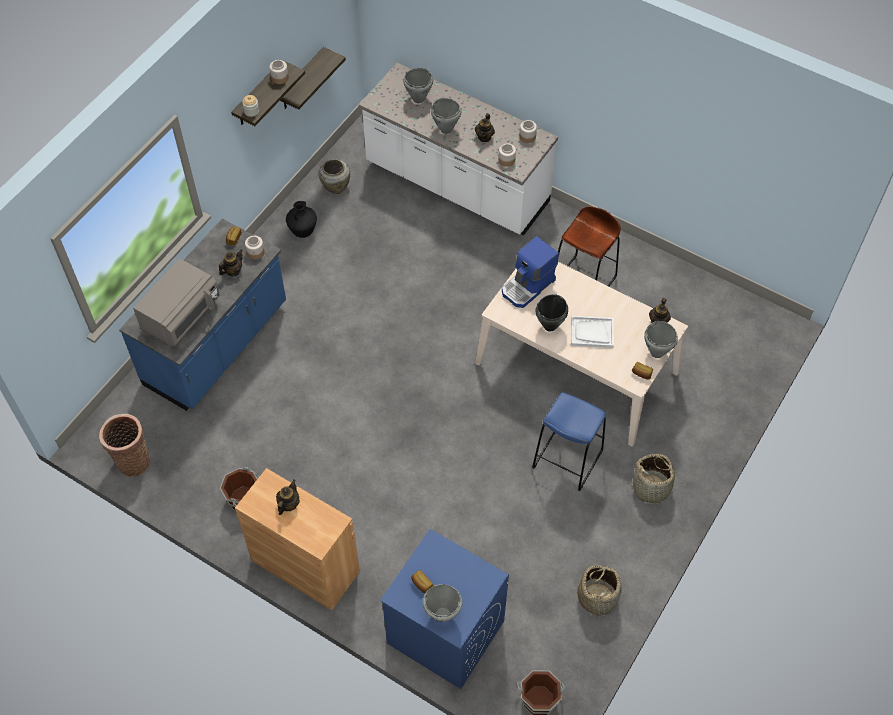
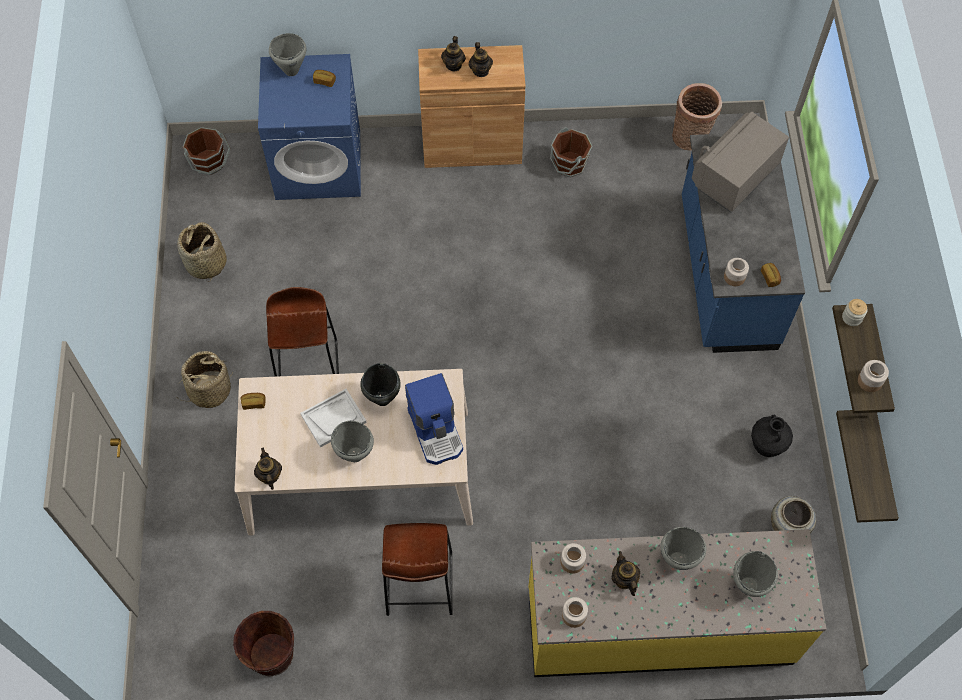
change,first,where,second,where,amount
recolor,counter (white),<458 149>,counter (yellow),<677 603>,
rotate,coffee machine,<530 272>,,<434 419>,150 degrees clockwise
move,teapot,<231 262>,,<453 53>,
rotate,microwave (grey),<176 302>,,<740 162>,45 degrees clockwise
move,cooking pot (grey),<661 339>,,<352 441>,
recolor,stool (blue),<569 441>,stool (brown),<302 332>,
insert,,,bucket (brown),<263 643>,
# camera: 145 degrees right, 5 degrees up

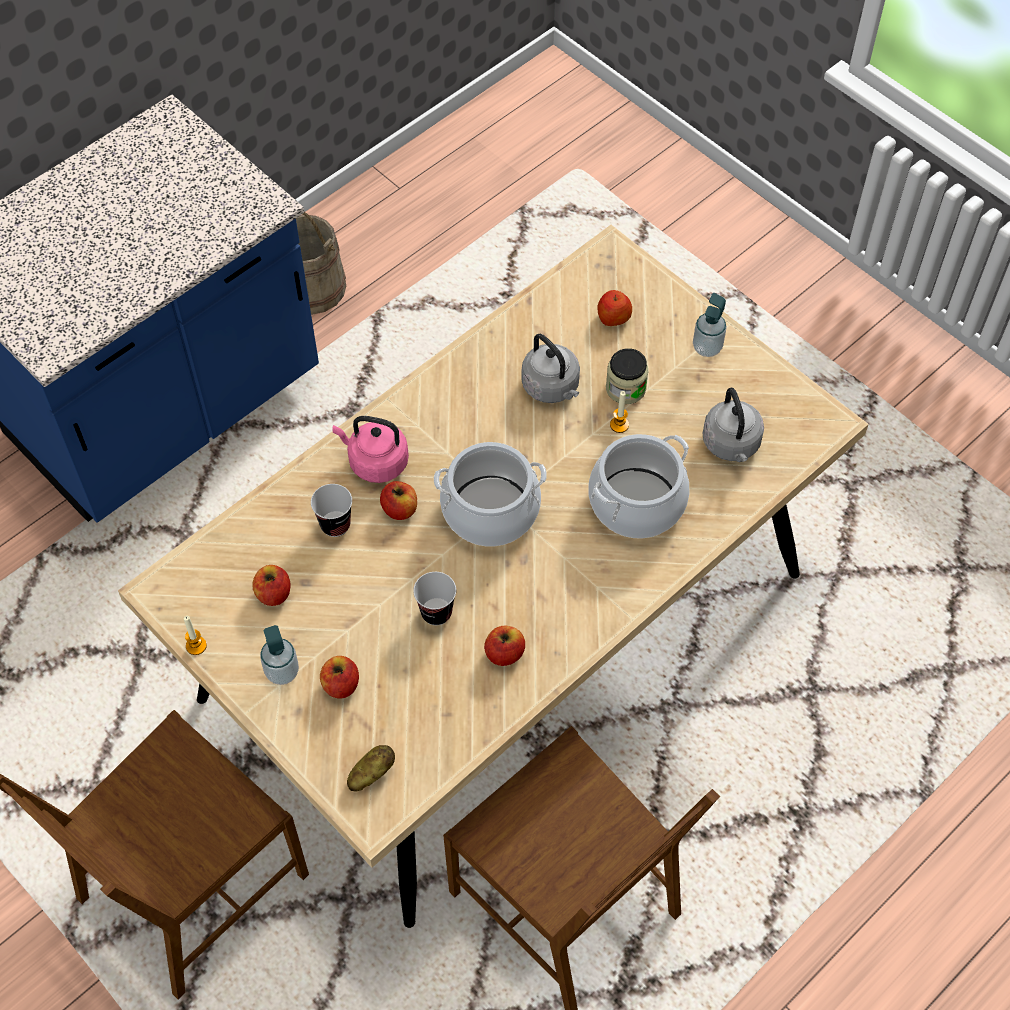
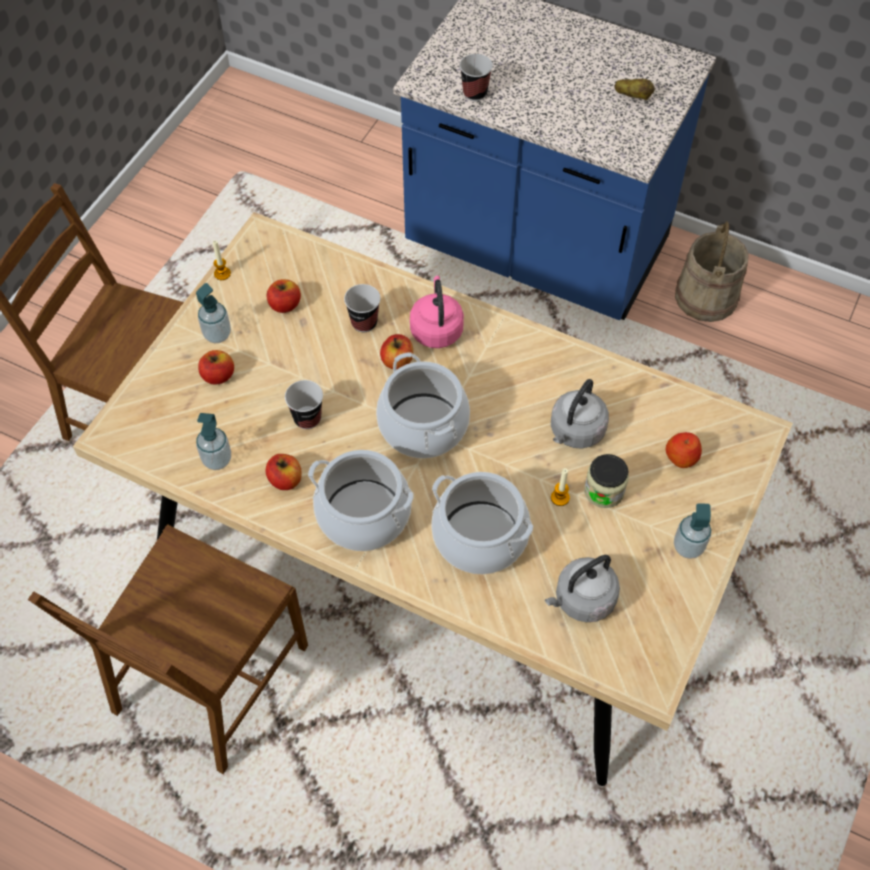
change,first,where,second,where,amount
move,potato,<371 768>,,<634 89>,
insert,,,cup,<476 77>,
insert,,,soap dispenser,<213 441>,
insert,,,cooking pot,<361 500>,
# camera: 70 degrees right, 0 degrees up

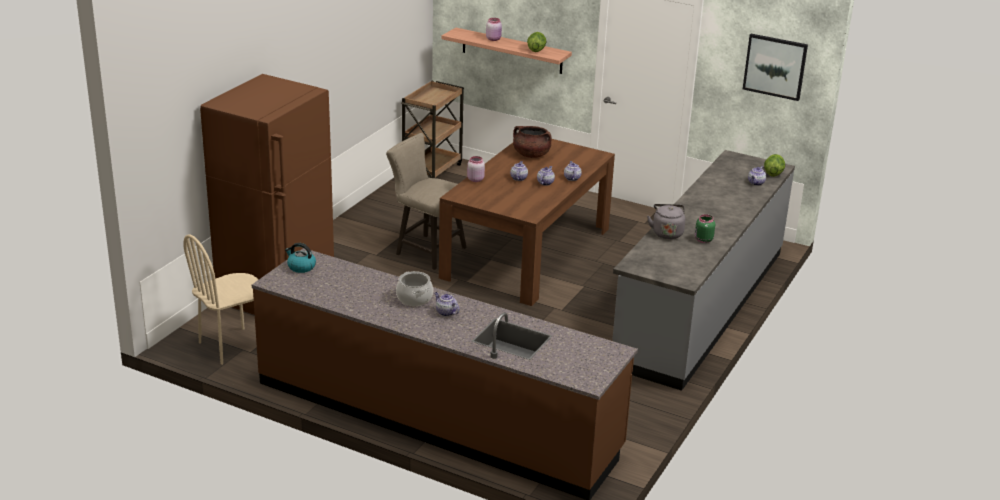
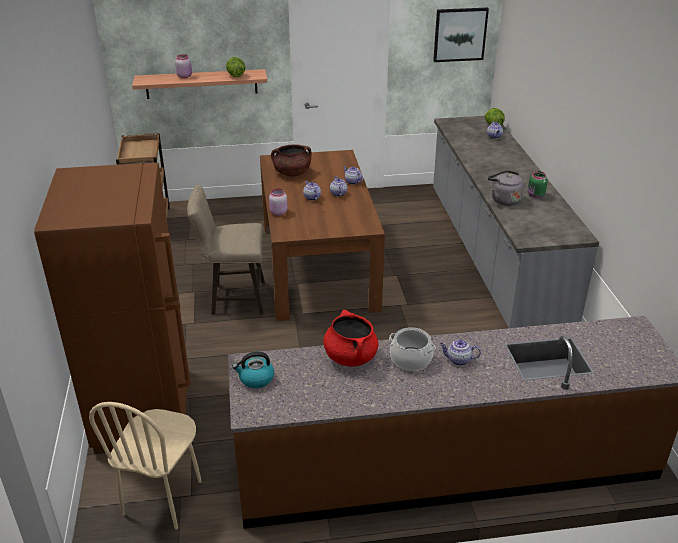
change,first,where,second,where,amount
insert,,,cooking pot (red),<350 338>,
# camera: 35 degrees left, 5 degrees up

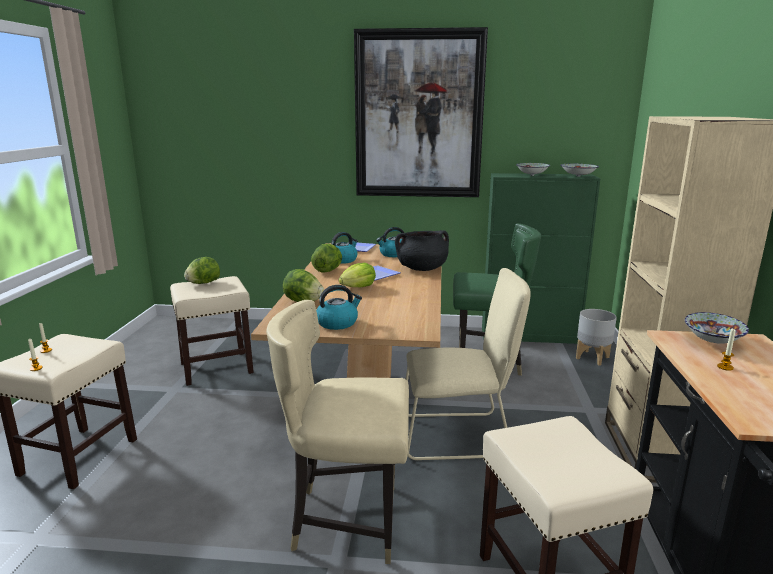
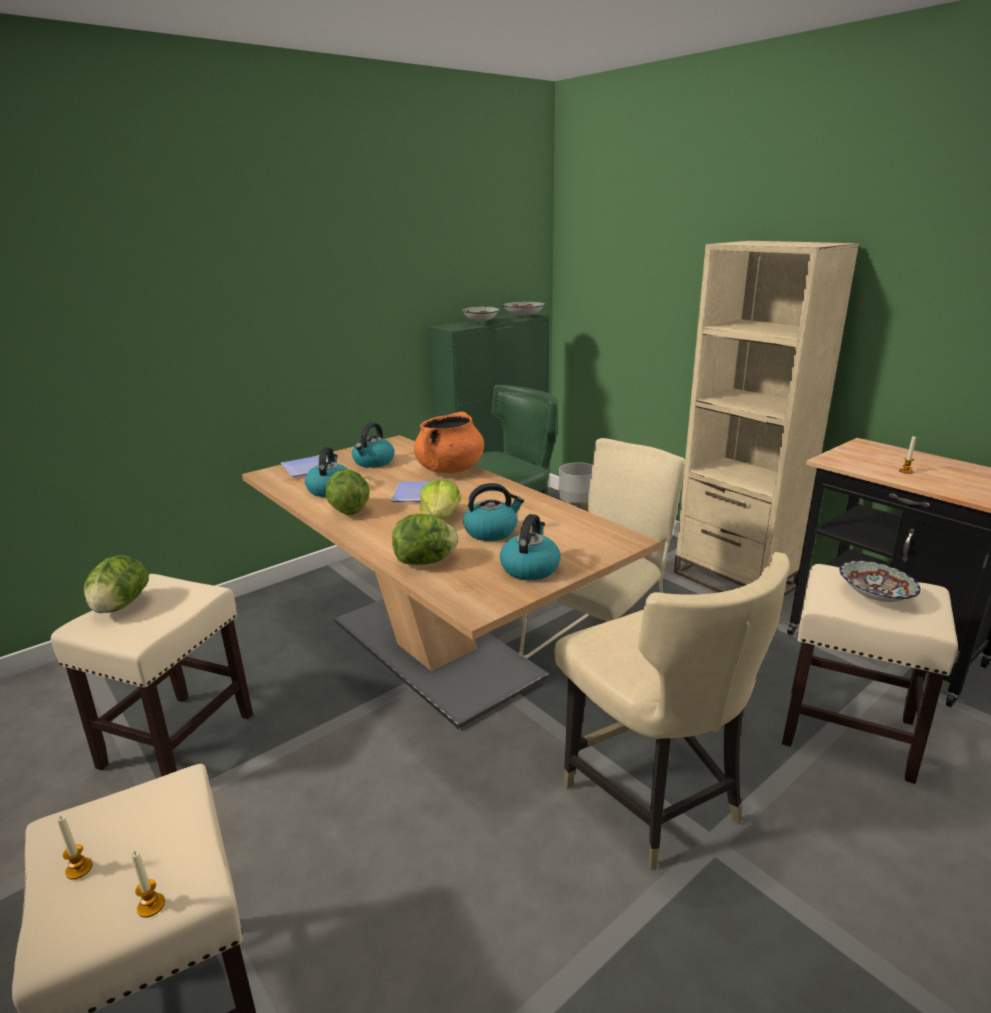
change,first,where,second,where,amount
delete,picture,<421 112>,,,
recolor,cooking pot (black),<422 250>,cooking pot (orange),<449 442>,
rotate,chair (beige),<337 432>,,<672 711>,75 degrees counterclockwise
move,bowl,<717 328>,,<880 581>,
insert,,,kettle,<493 512>,
# camera: 45 degrees left, 5 degrees up

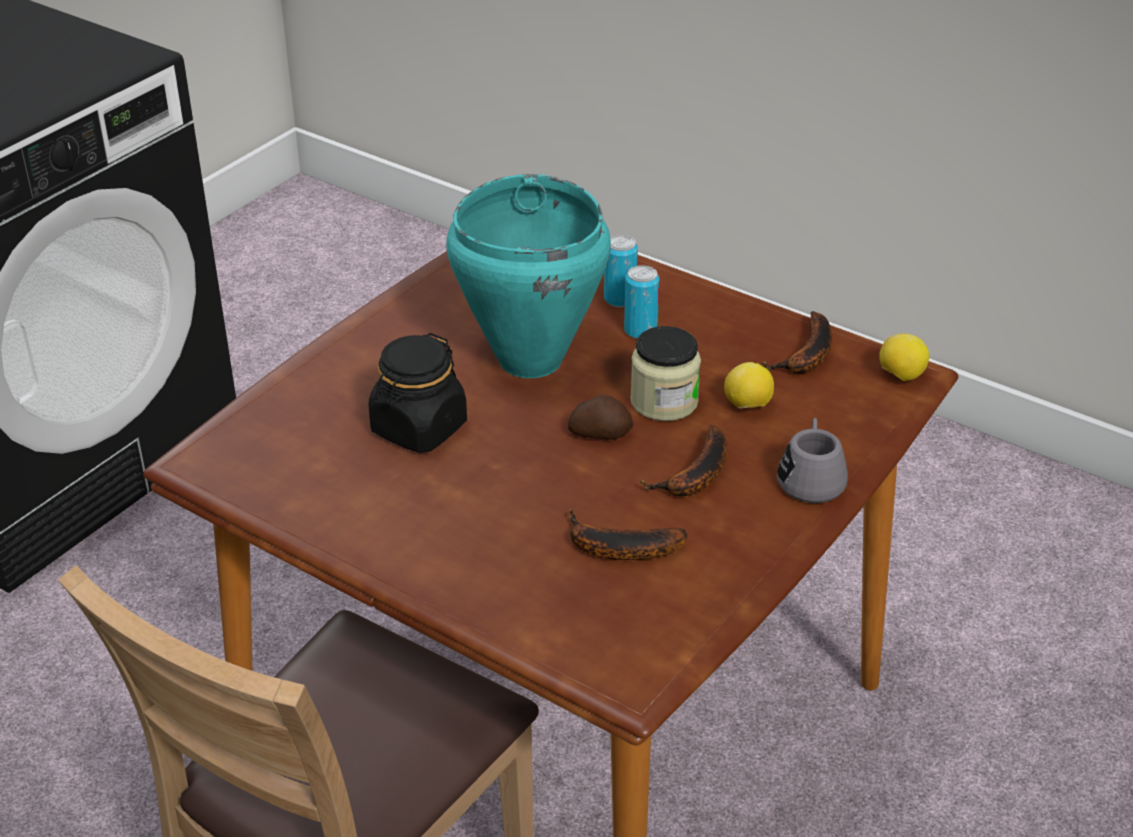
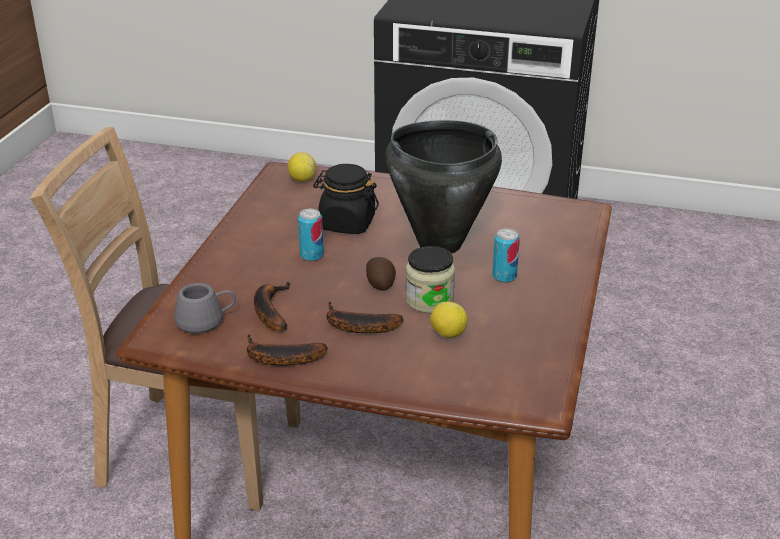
change,first,where,second,where,amount
recolor,cooking pot (turquoise),<528 276>,cooking pot (black),<443 187>,
move,can,<621 271>,,<311 235>,
move,banana,<796 342>,,<287 350>,
move,lemon,<904 357>,,<302 167>,
move,mug (grey),<812 460>,,<205 308>,
# camera: 70 degrees right, 5 degrees down

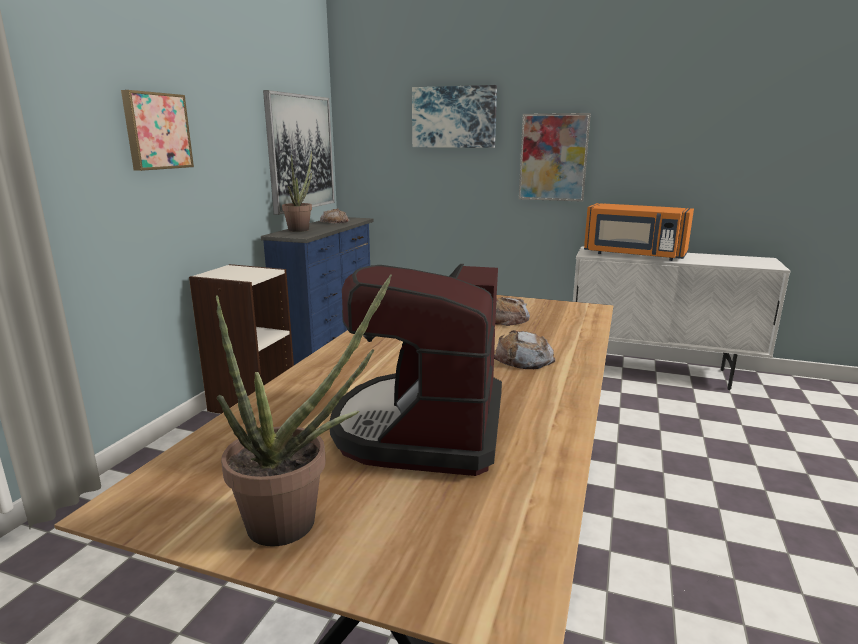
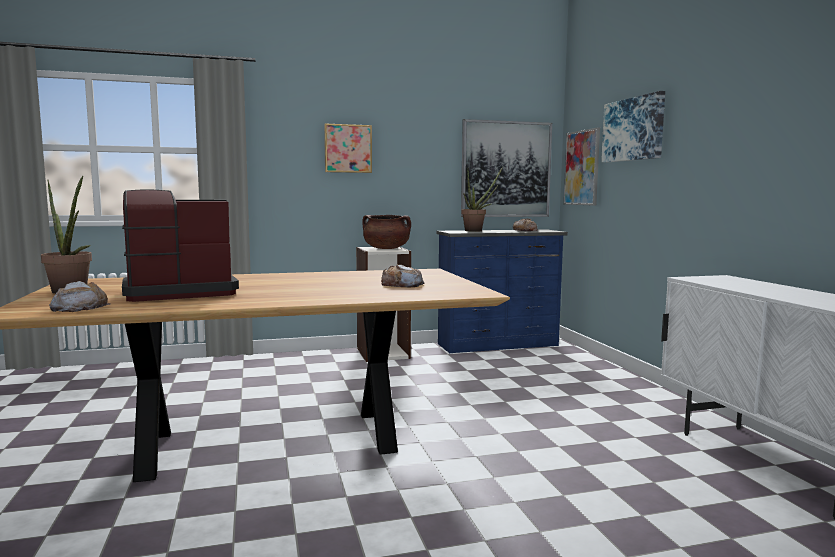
change,first,where,second,where,amount
move,picture,<555 157>,,<582 167>,
delete,microwave (orange),<639 232>,,,
move,bread,<524 349>,,<79 296>,
insert,,,cooking pot (brown),<386 232>,
# camera: 55 degrees right, 10 degrees down

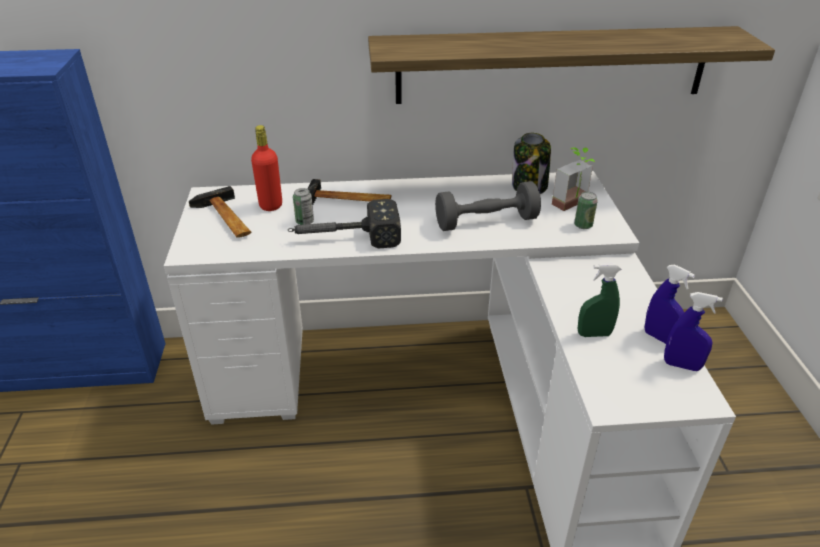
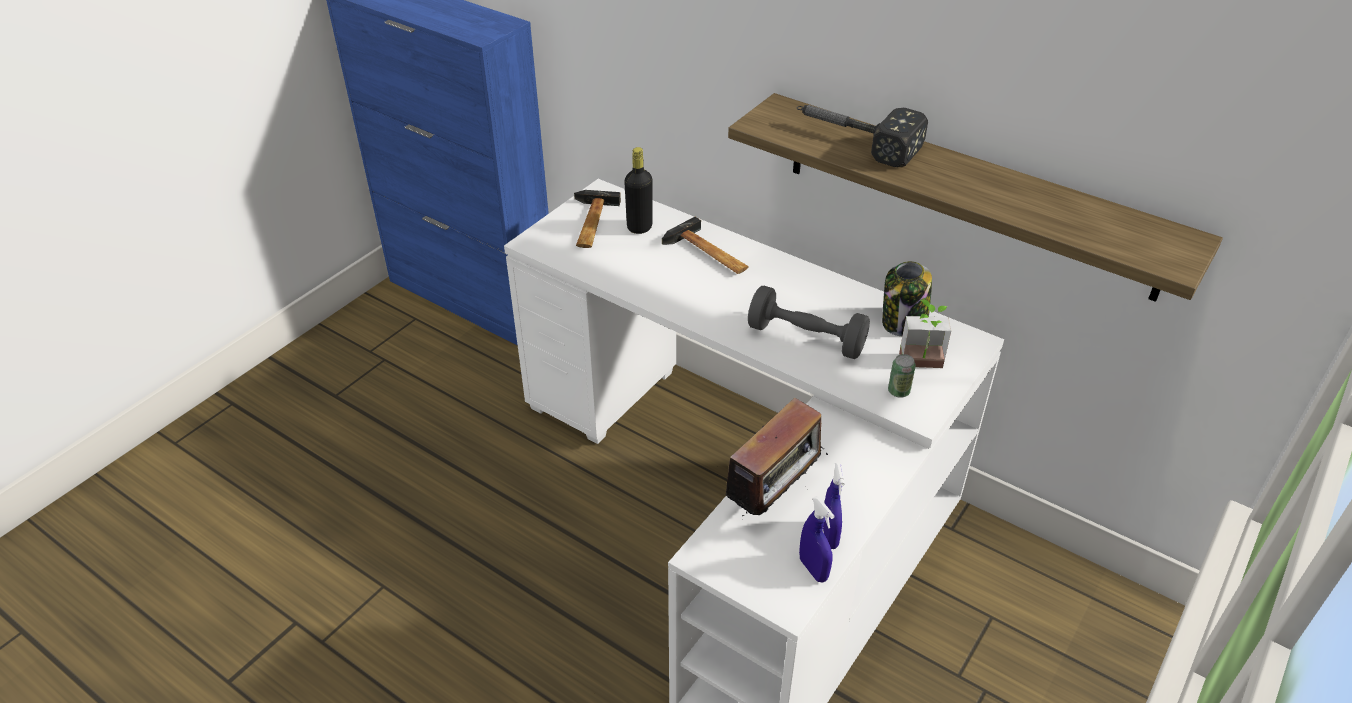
change,first,where,second,where,amount
recolor,bottle (red),<266 168>,bottle (black),<638 190>,
delete,can,<303 206>,,,
move,hammer,<344 223>,,<862 136>,
replace,spray bottle (green),<599 300>,radio,<776 459>,
# camera: 40 degrees right, 5 degrees up

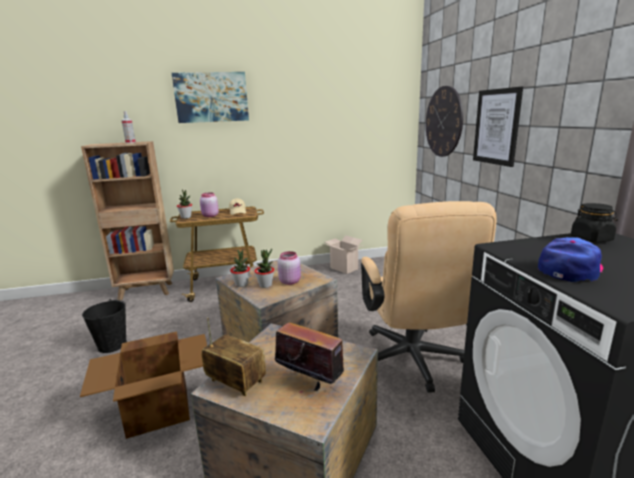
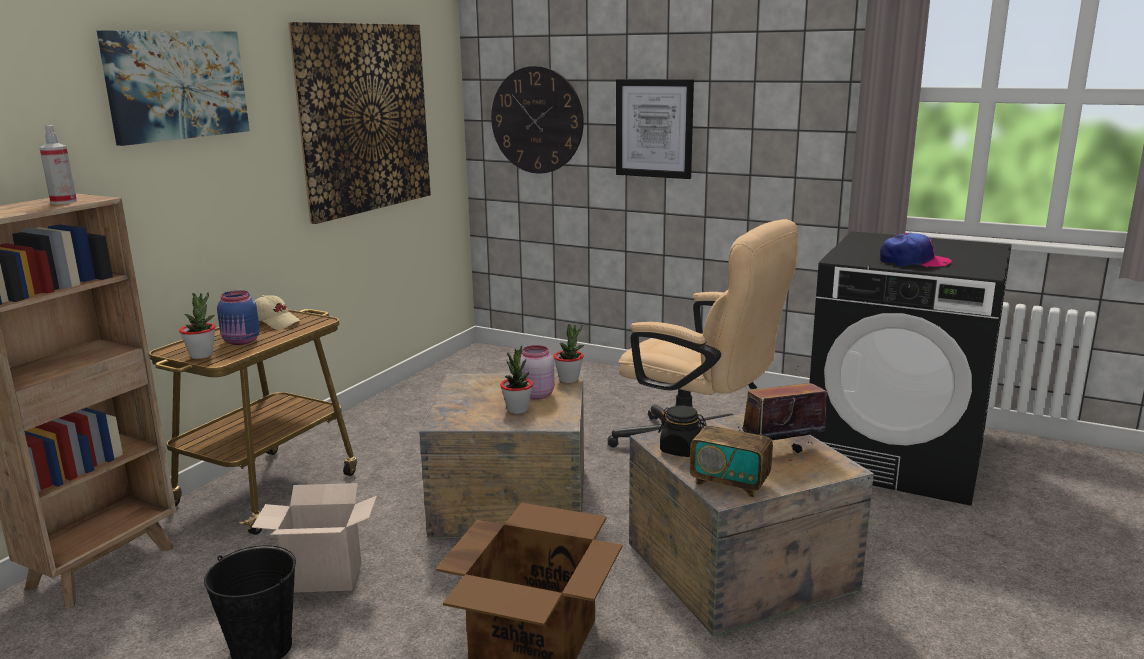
change,first,where,second,where,amount
recolor,jar (pink),<209 204>,jar (blue),<238 317>,
move,jar (black),<594 222>,,<682 431>,
move,cardboard box,<343 254>,,<314 538>,
rotate,cap,<570 259>,,<916 250>,105 degrees clockwise
move,potted plant,<240 268>,,<568 353>,
rotate,radio,<233 356>,,<731 448>,135 degrees counterclockwise
insert,,,picture,<359 123>,
# camera: 50 degrees left, 0 degrees up

